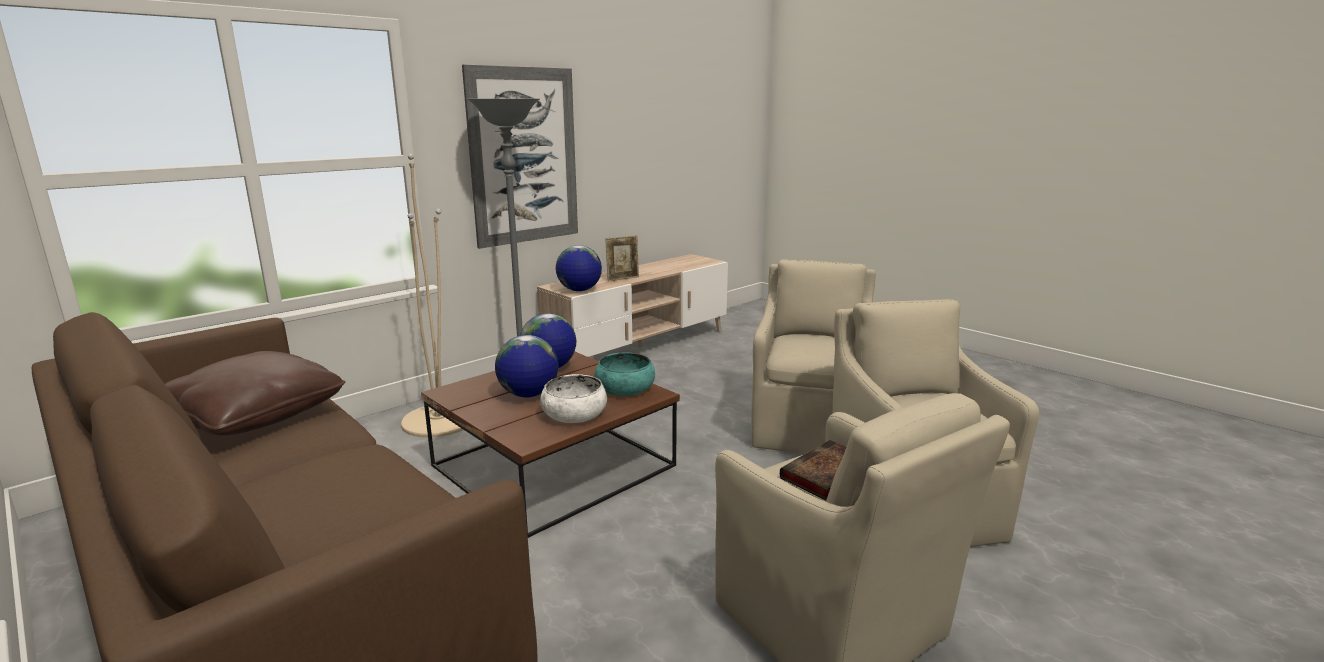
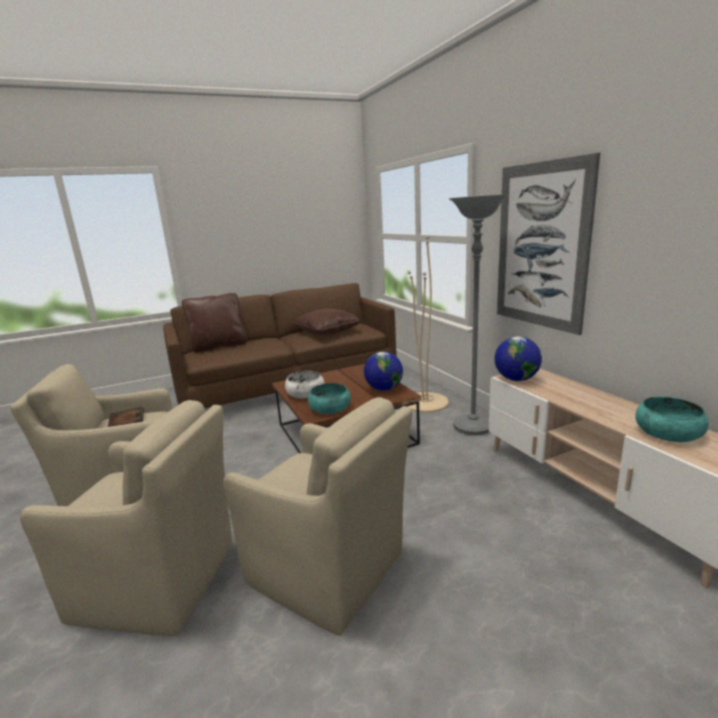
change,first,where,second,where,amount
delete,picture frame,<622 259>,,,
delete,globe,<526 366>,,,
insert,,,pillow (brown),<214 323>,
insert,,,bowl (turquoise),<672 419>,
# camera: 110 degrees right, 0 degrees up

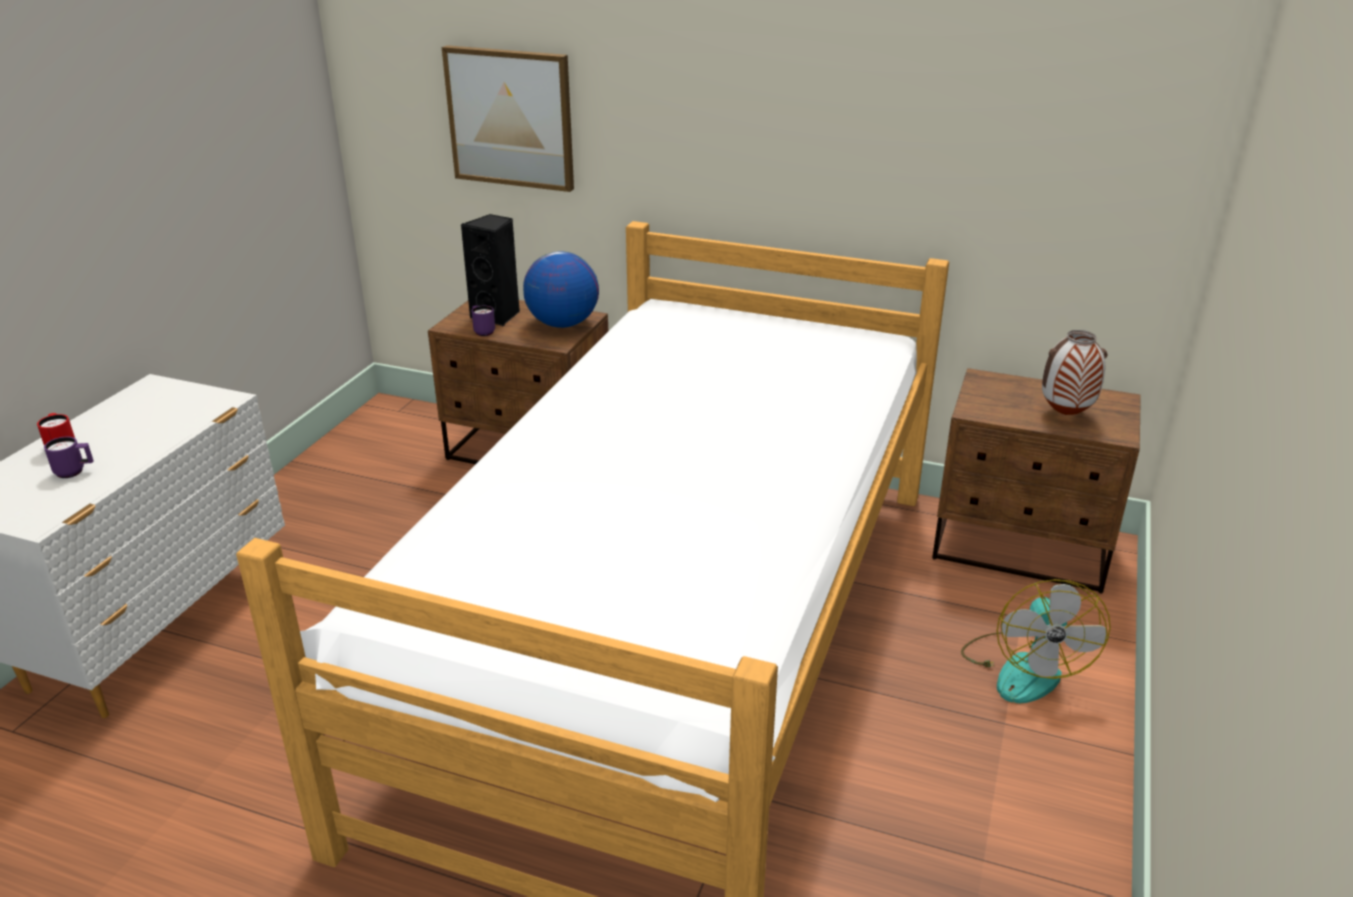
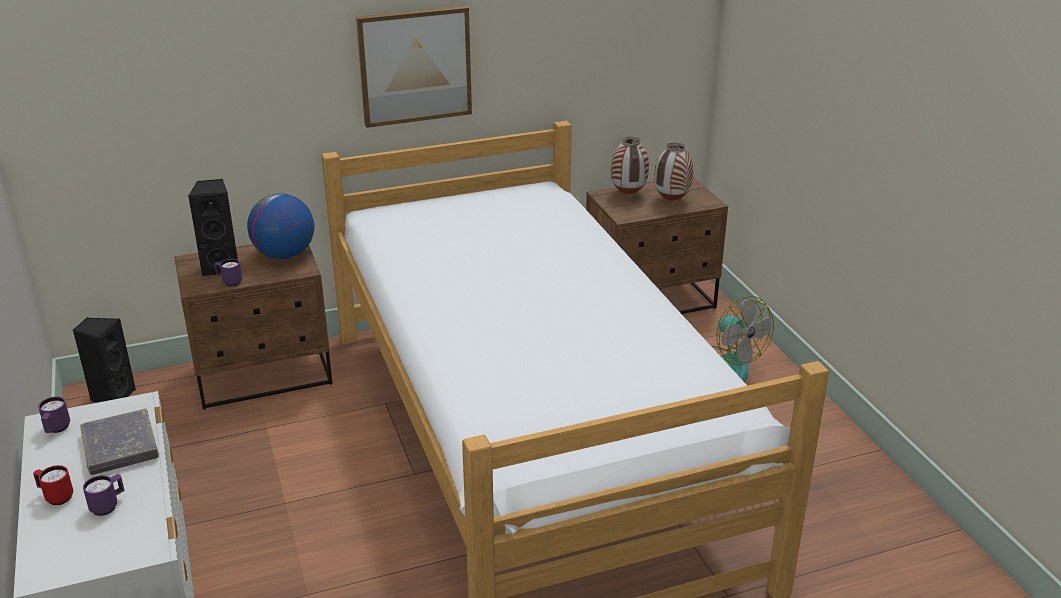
change,first,where,second,where,amount
move,picture,<508 118>,,<414 67>,
insert,,,vase,<630 166>,
insert,,,speaker (black),<104 360>,
insert,,,mug (purple),<54 415>,
insert,,,book (grey),<119 442>,
# camera: 40 degrees left, 0 degrees up

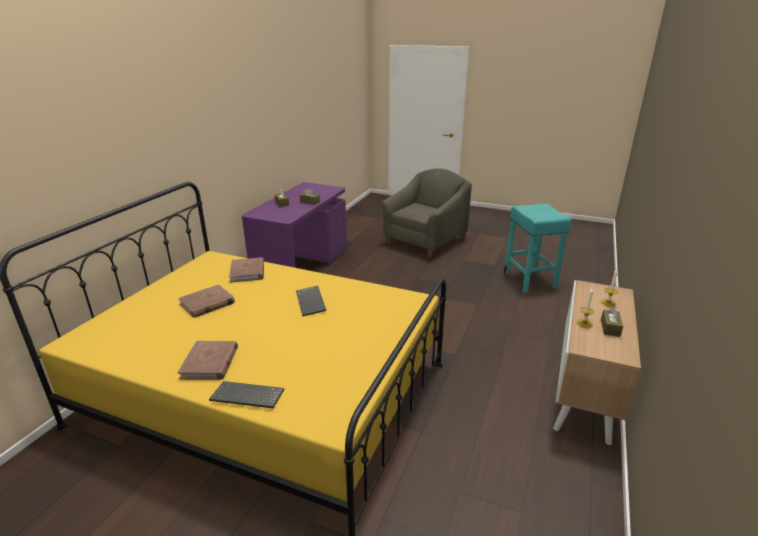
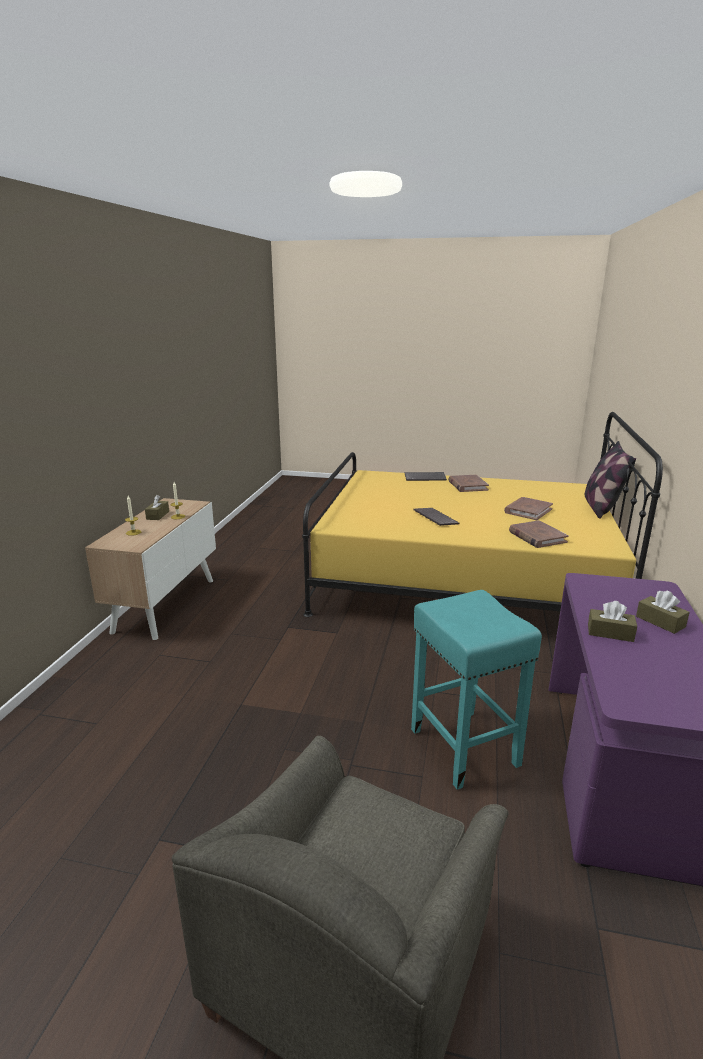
change,first,where,second,where,amount
move,stool (turquoise),<538 248>,,<476 690>,
insert,,,pillow,<610 480>,
# camera: 170 degrees right, 5 degrees down

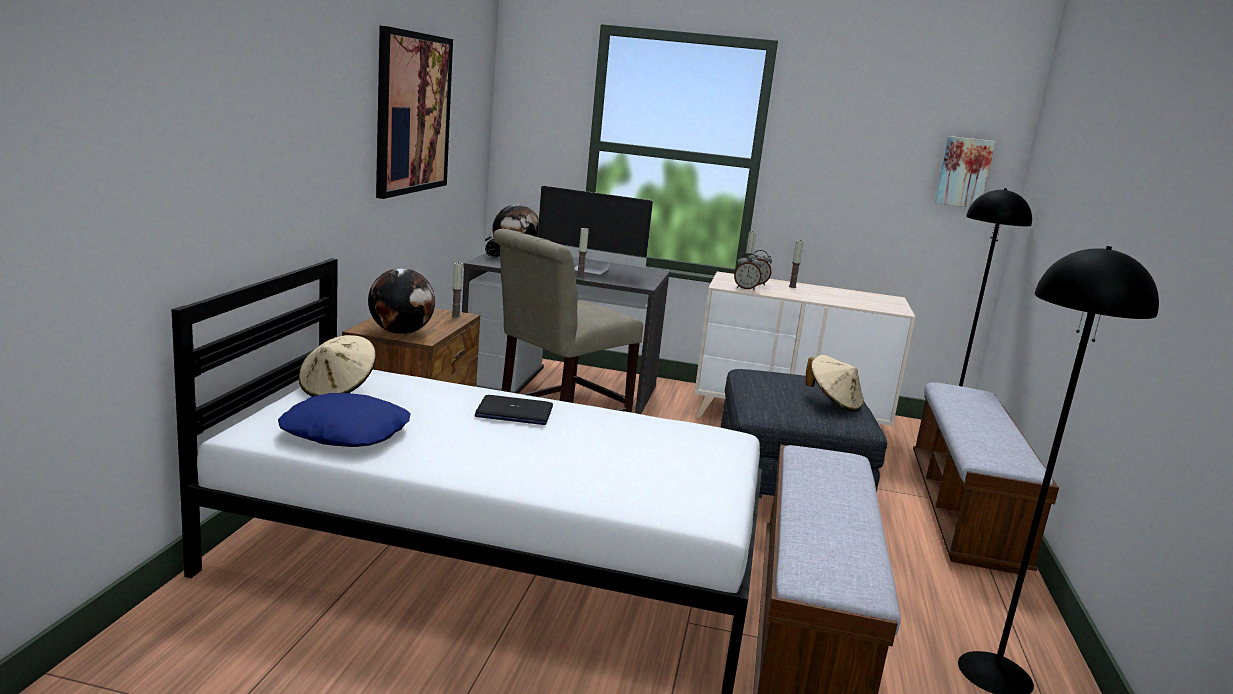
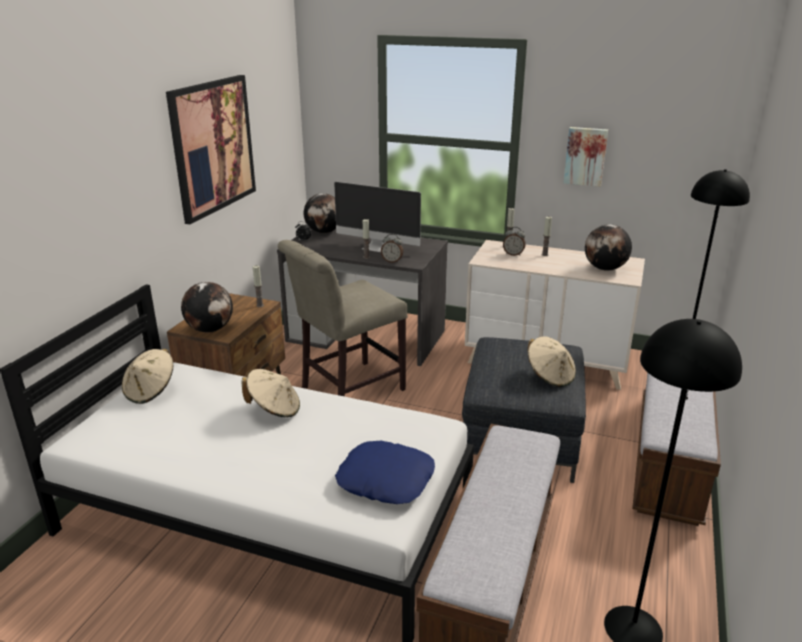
change,first,where,second,where,amount
move,picture,<965 171>,,<586 157>,
move,alarm clock,<748 271>,,<392 248>,
move,pillow (blue),<344 420>,,<385 472>,
replace,laptop,<514 410>,hat (beige),<270 393>,
insert,,,globe,<608 247>,
# camera: 10 degrees right, 10 degrees up

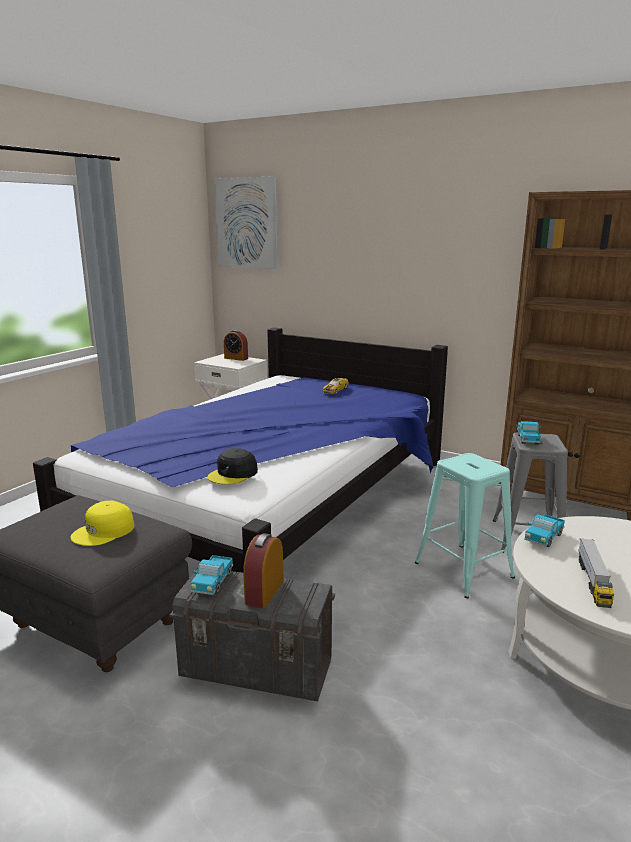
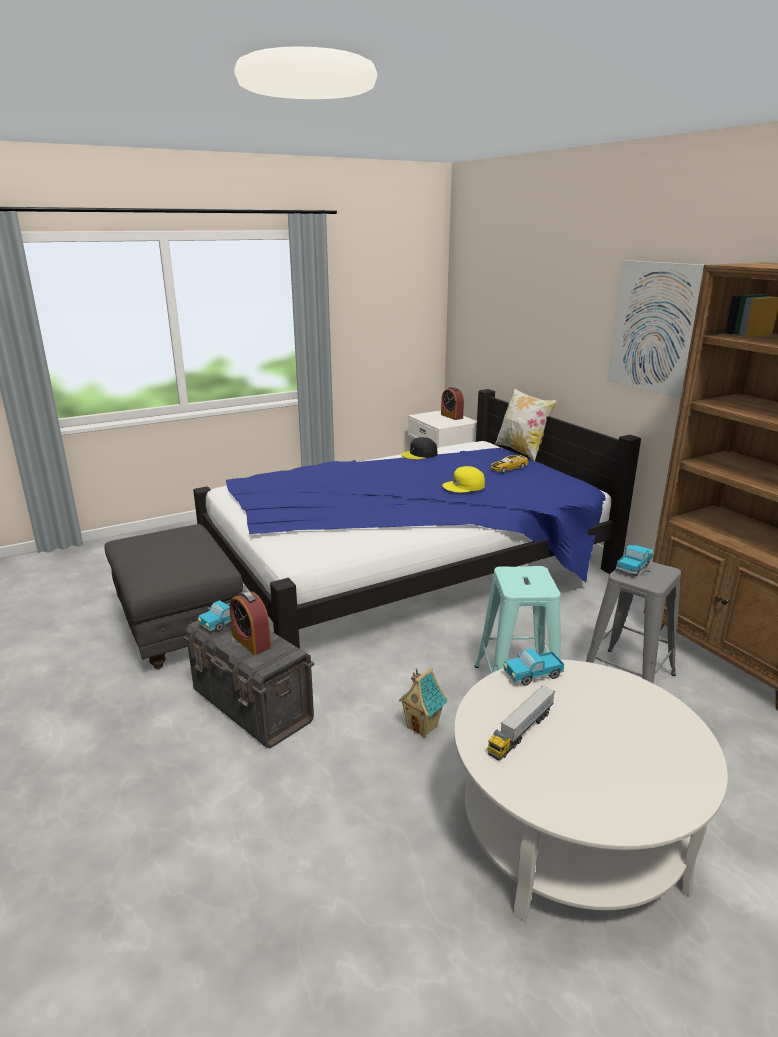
change,first,where,second,where,amount
move,picture,<246 222>,,<655 329>,
move,cap (black),<232 466>,,<419 448>,
move,cap (yellow),<102 523>,,<463 479>,
rotate,alarm clock,<263 570>,,<250 623>,90 degrees counterclockwise
insert,,,pillow,<526 425>,
insert,,,toy house,<423 702>,
# camera: 30 degrees right, 5 degrees up

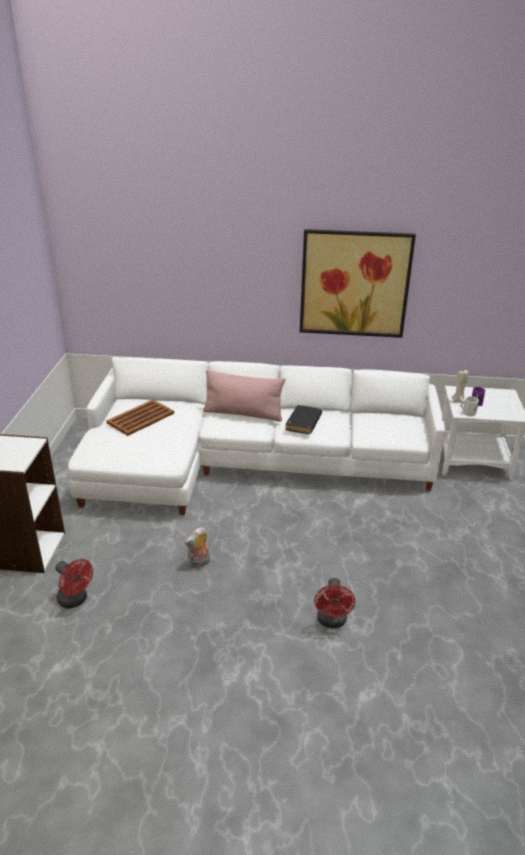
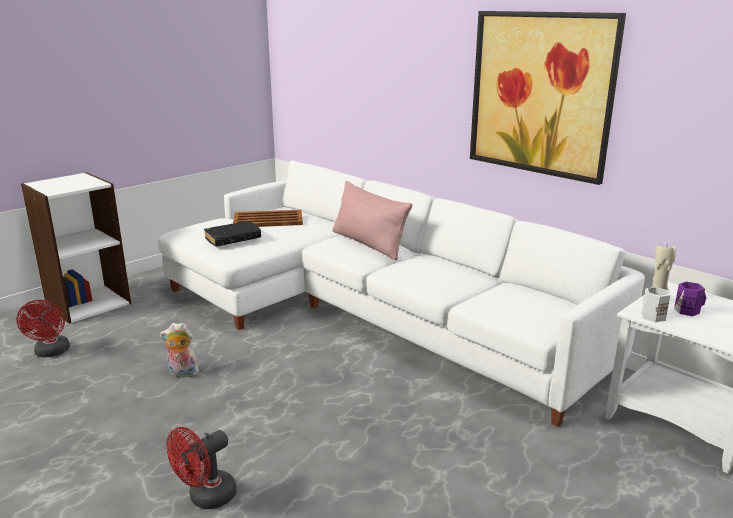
change,first,where,second,where,amount
move,book (black),<304 419>,,<232 233>,
# camera: 40 degrees right, 10 degrees down

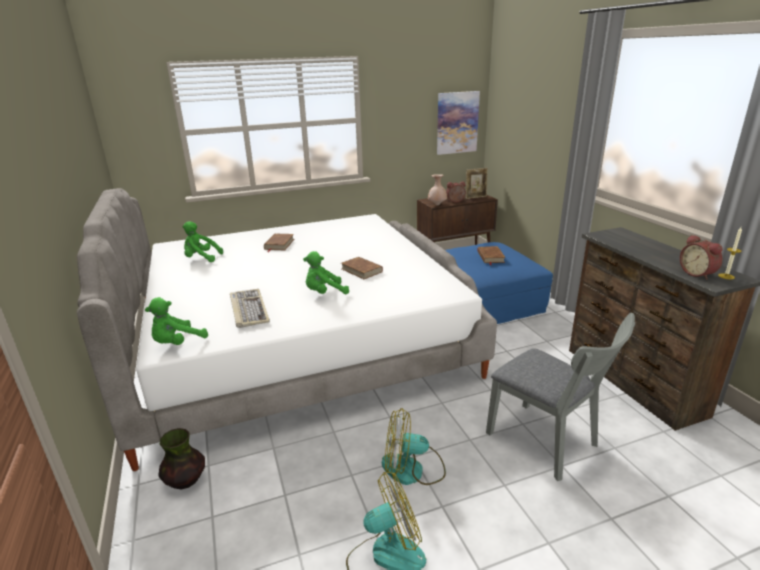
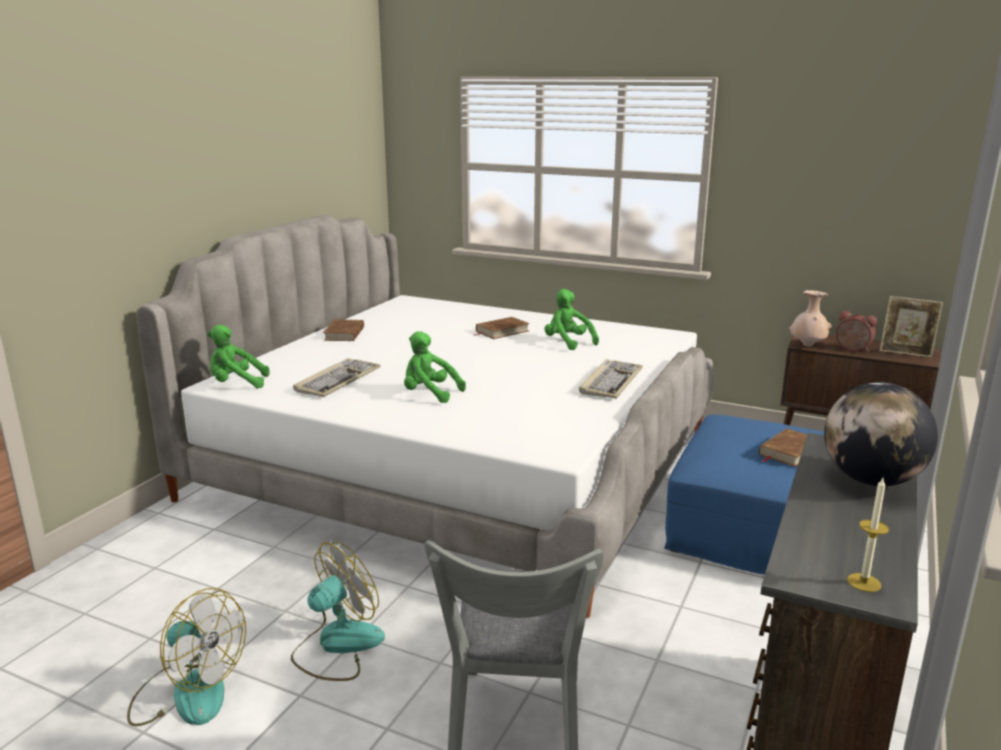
change,first,where,second,where,amount
delete,picture,<458 123>,,,
move,plush toy (green),<203 241>,,<571 319>,
delete,alarm clock,<701 257>,,,
move,book (brown),<362 268>,,<343 330>,
rotate,fan,<414 446>,,<338 611>,90 degrees clockwise
delete,vase,<181 458>,,,
insert,,,keyboard,<611 379>,
insert,,,globe,<881 434>,
# camera: 45 degrees right, 5 degrees down

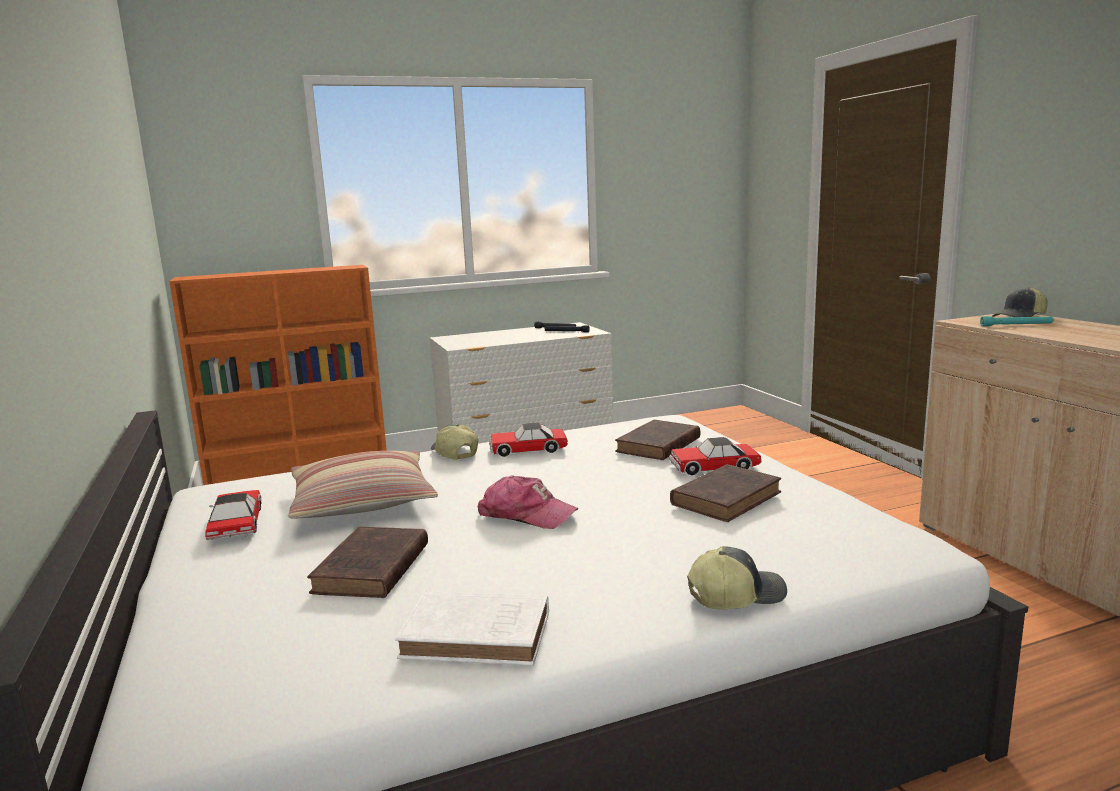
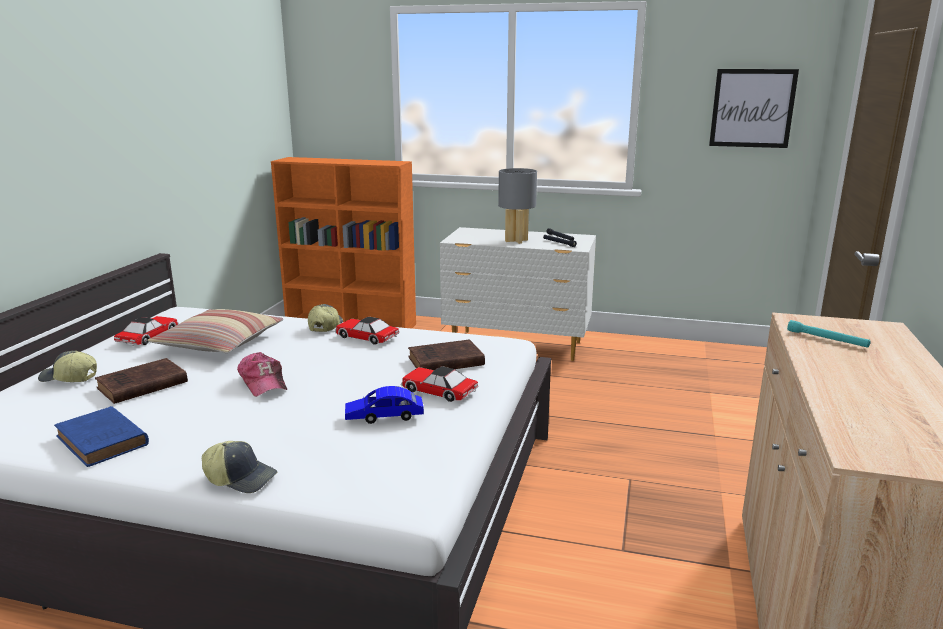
change,first,where,second,where,amount
move,cap,<1020 302>,,<67 366>,
replace,book (brown),<725 493>,toy car (blue),<384 405>,
recolor,book (white),<472 628>,book (blue),<101 436>,
insert,,,picture,<754 108>,
insert,,,table lamp (grey),<517 206>,
# camera: 35 degrees right, 5 degrees up

